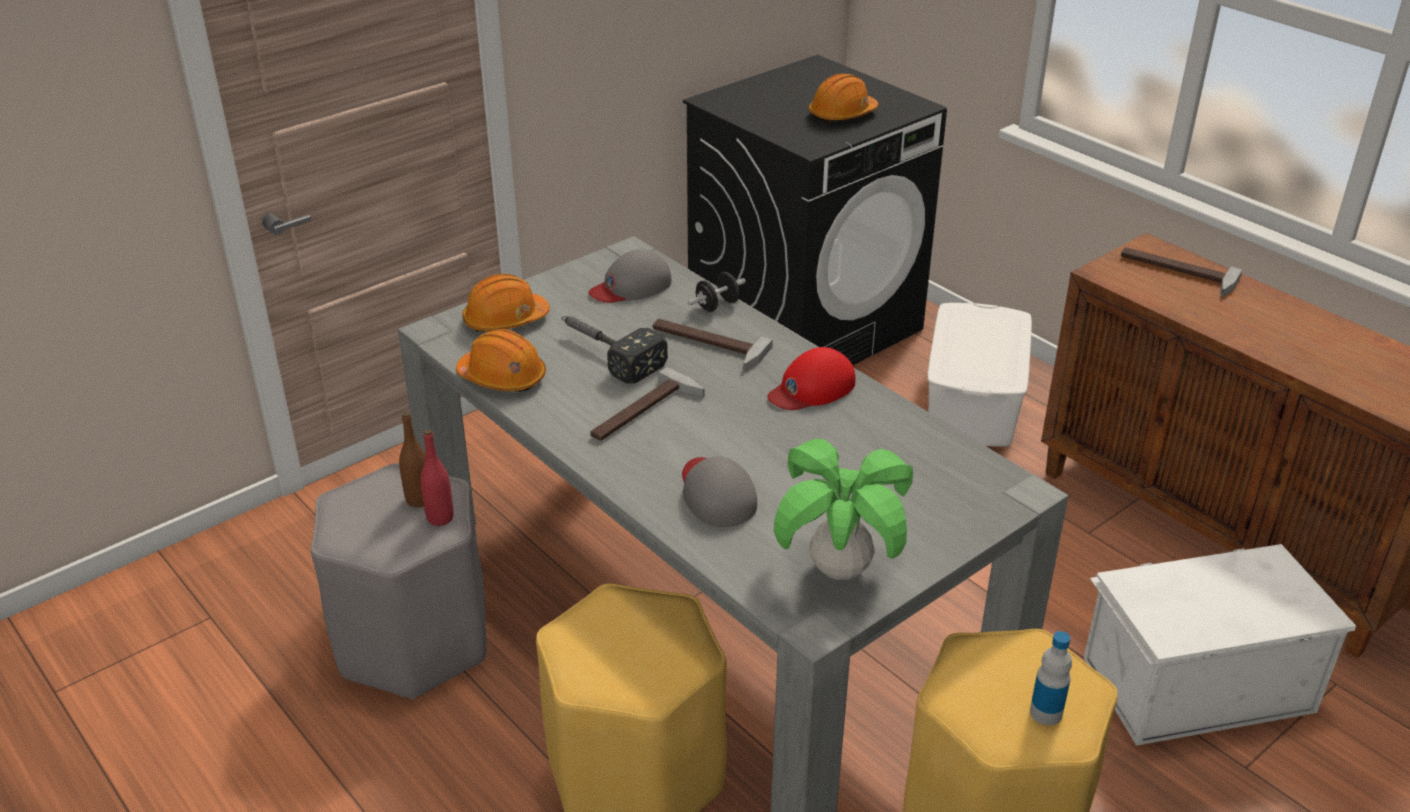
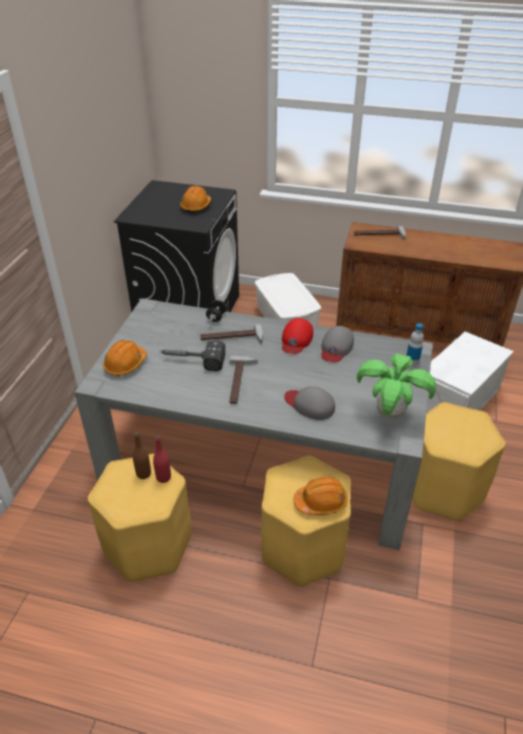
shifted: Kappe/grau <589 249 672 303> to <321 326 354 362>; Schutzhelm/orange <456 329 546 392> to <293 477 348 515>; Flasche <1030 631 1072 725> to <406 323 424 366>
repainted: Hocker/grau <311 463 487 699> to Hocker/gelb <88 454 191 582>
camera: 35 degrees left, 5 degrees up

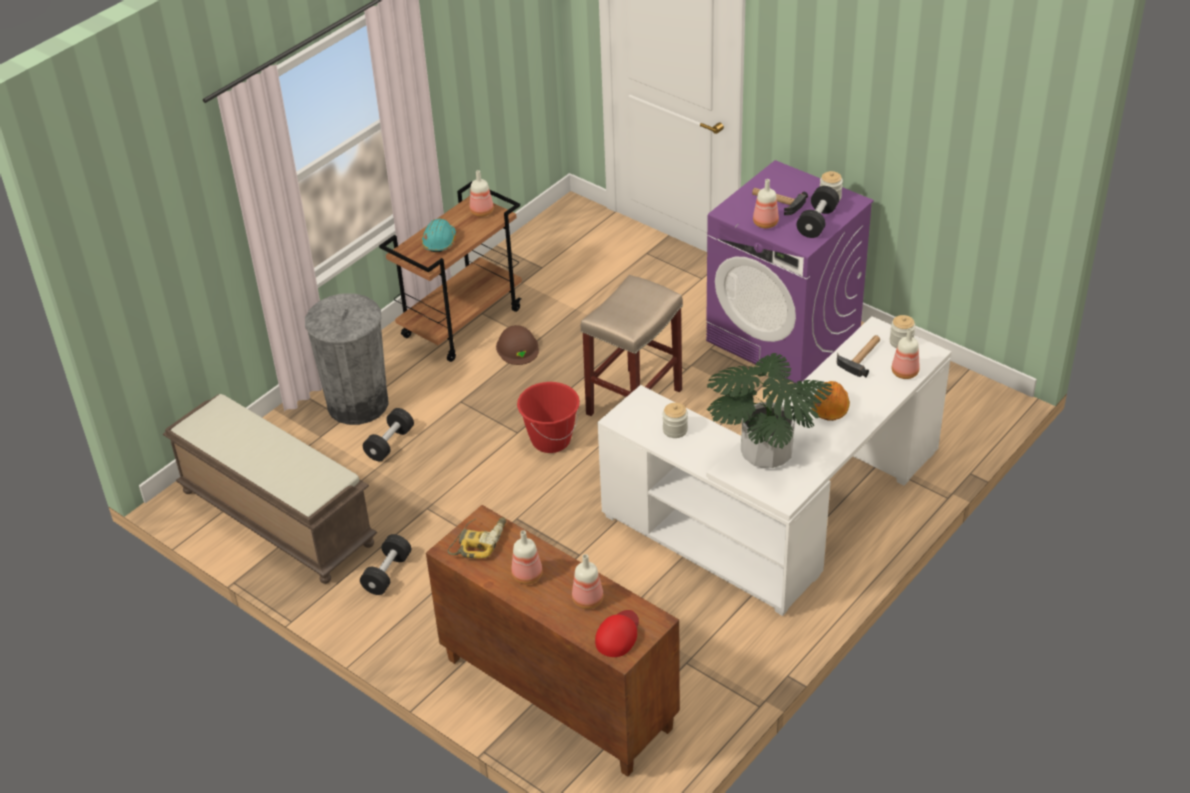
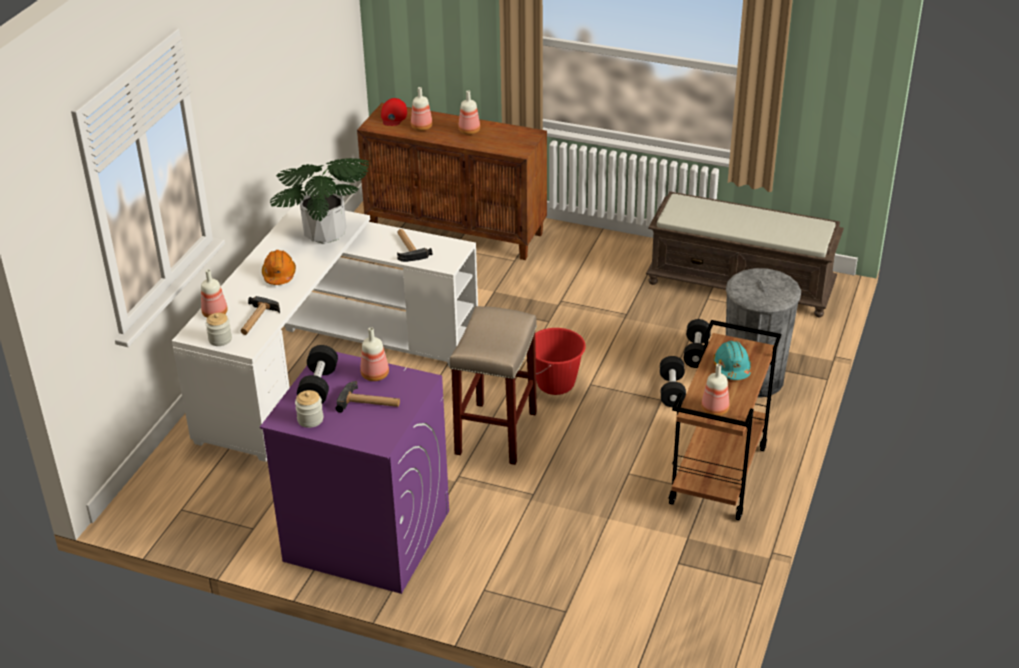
gone: Schutzhelm/braun <496 325 539 365>; Bohrmaschine <448 517 506 558>
shifted: Hantel/schwarz <360 534 411 595> to <660 356 686 407>
swapped: Vorratsglas <662 403 688 438> to Hammer <397 229 433 262>
camera: 160 degrees right, 5 degrees down

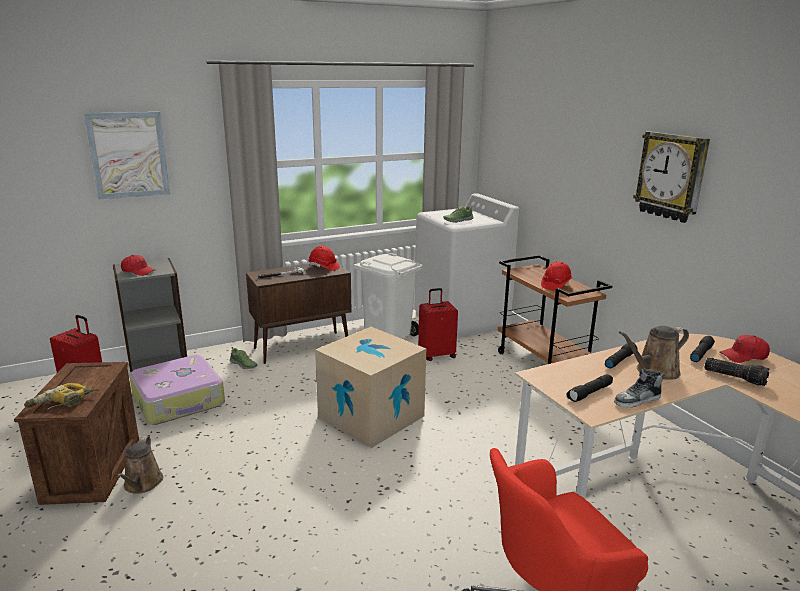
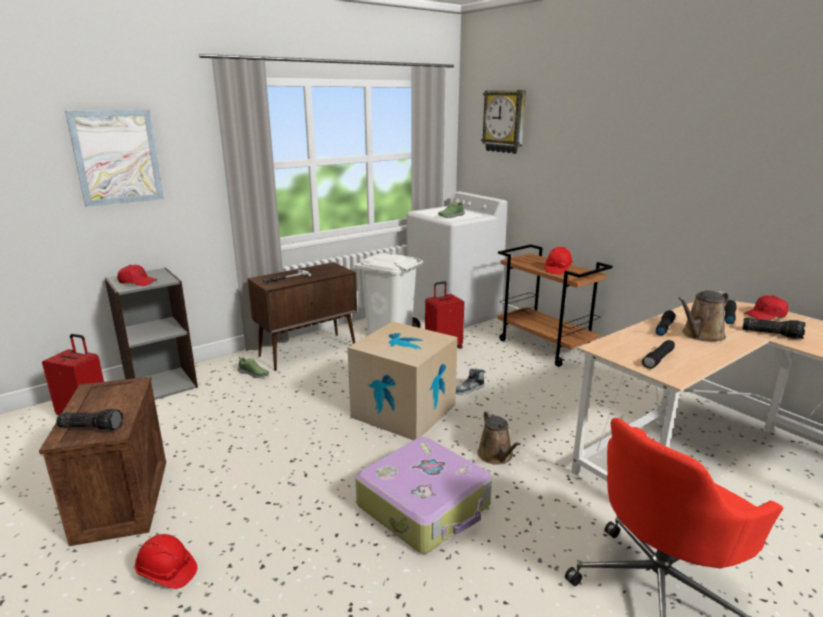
shifted: Wanduhr <633 131 710 223> to <481 90 526 154>; Schutzhelm/rot <308 246 340 271> to <135 534 197 589>; Koffer <129 355 225 425> to <355 437 492 553>; Schuh <614 369 665 408> to <456 369 485 395>; Gießkanne/braun <116 436 163 494> to <477 411 521 465>
swapped: Bohrmaschine <24 383 99 409> to Taschenlampe <56 409 124 431>
camera: 10 degrees left, 0 degrees up

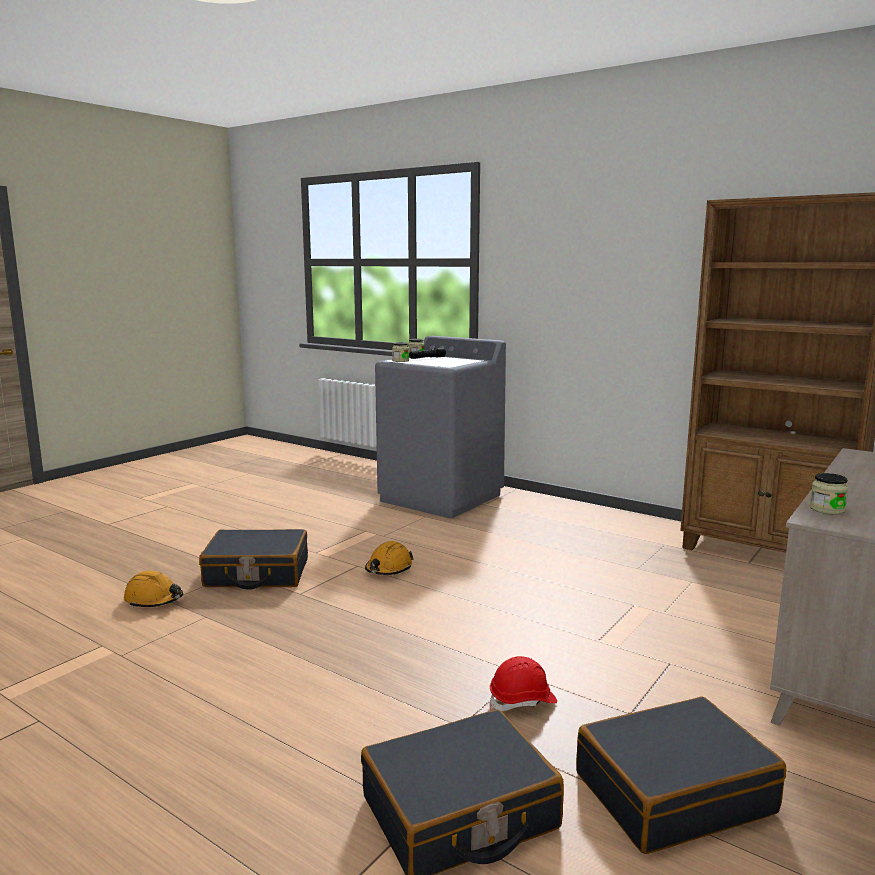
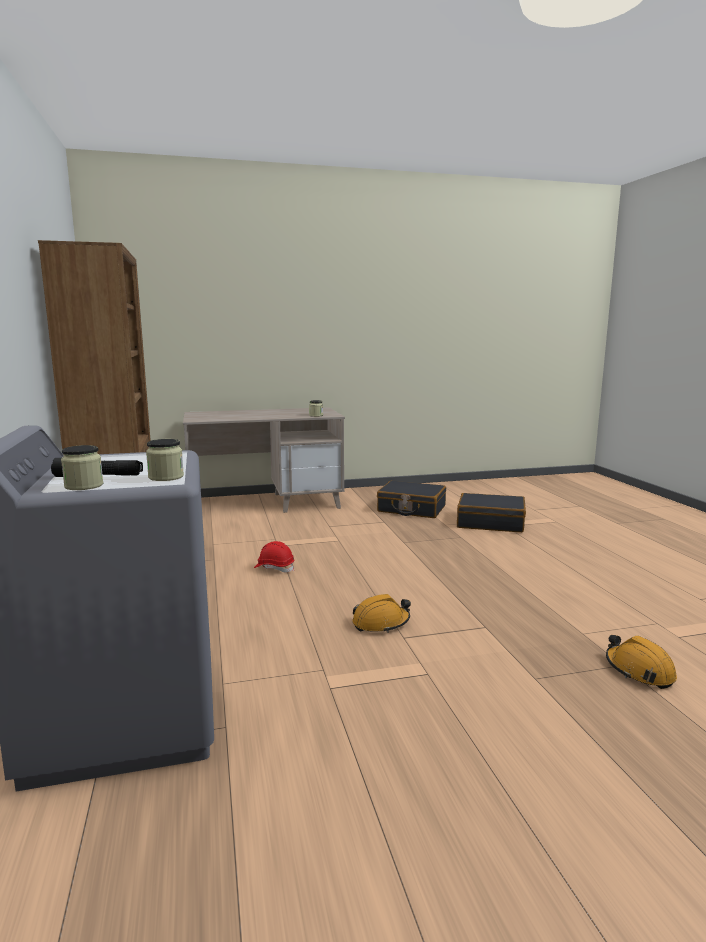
gone: Koffer/schwarz <199 529 308 590>
shifted: Schutzhelm/rot <490 656 557 711> to <254 541 295 573>
camera: 140 degrees left, 0 degrees up

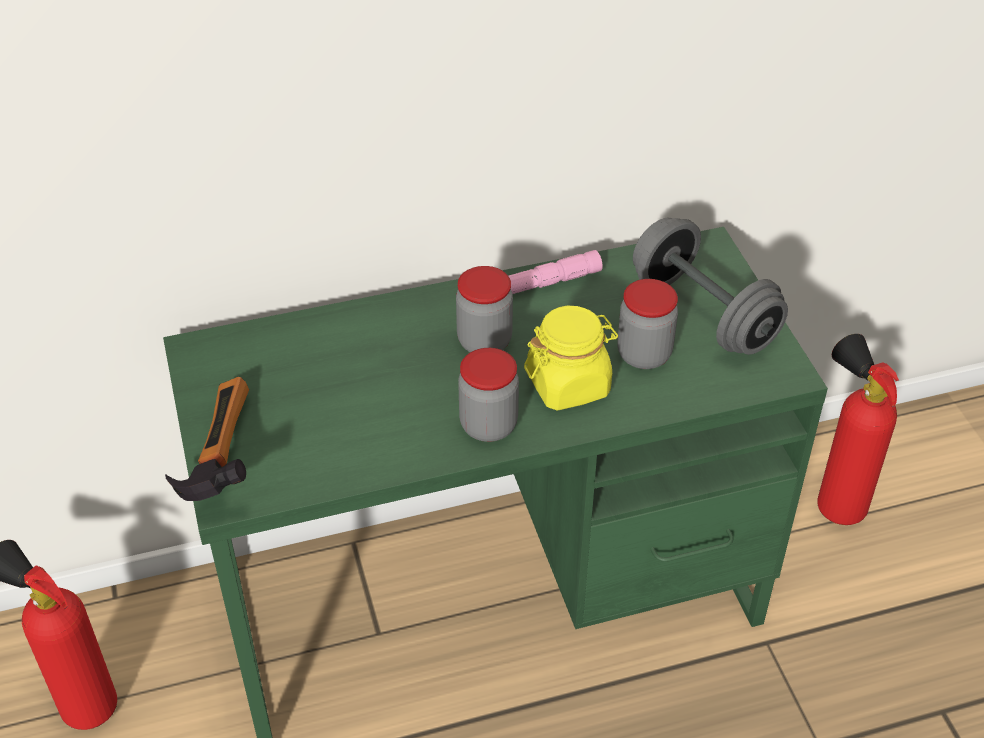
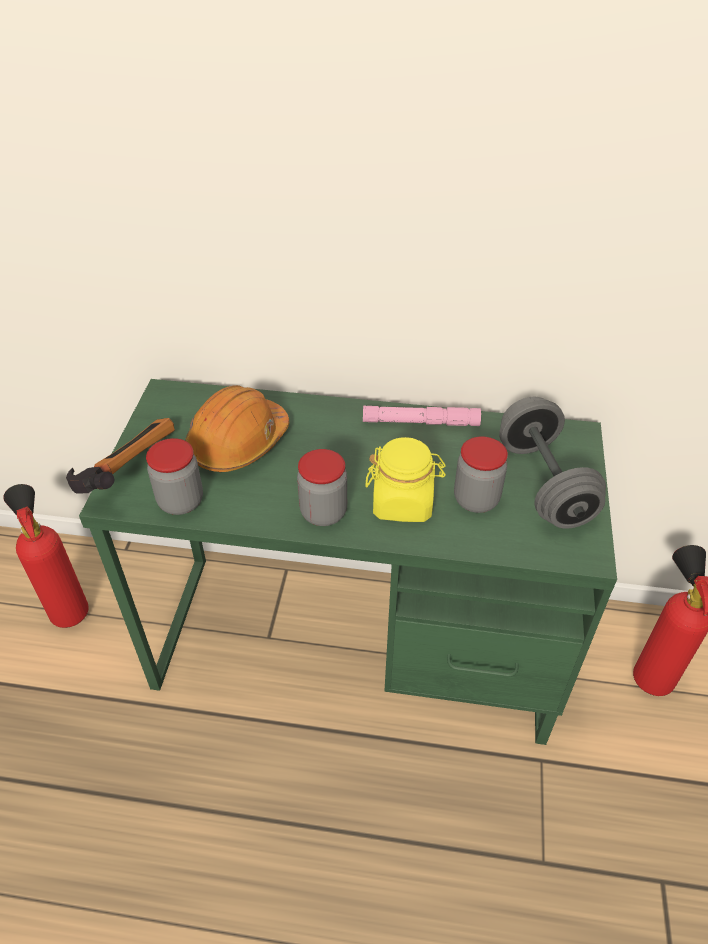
new: Schutzhelm/orange <185 385 289 473>
shifted: Vorratsglas <456 266 513 352> to <146 438 203 515>
camera: 25 degrees right, 0 degrees up

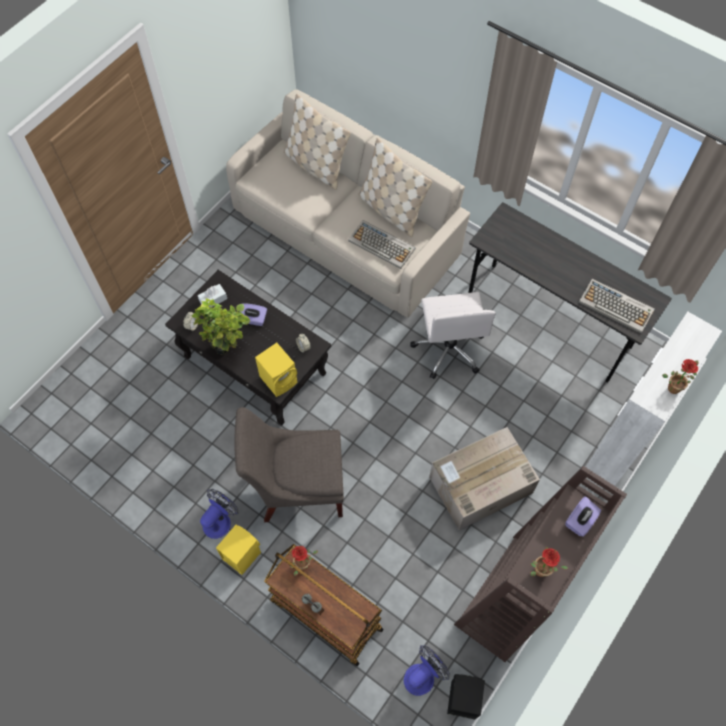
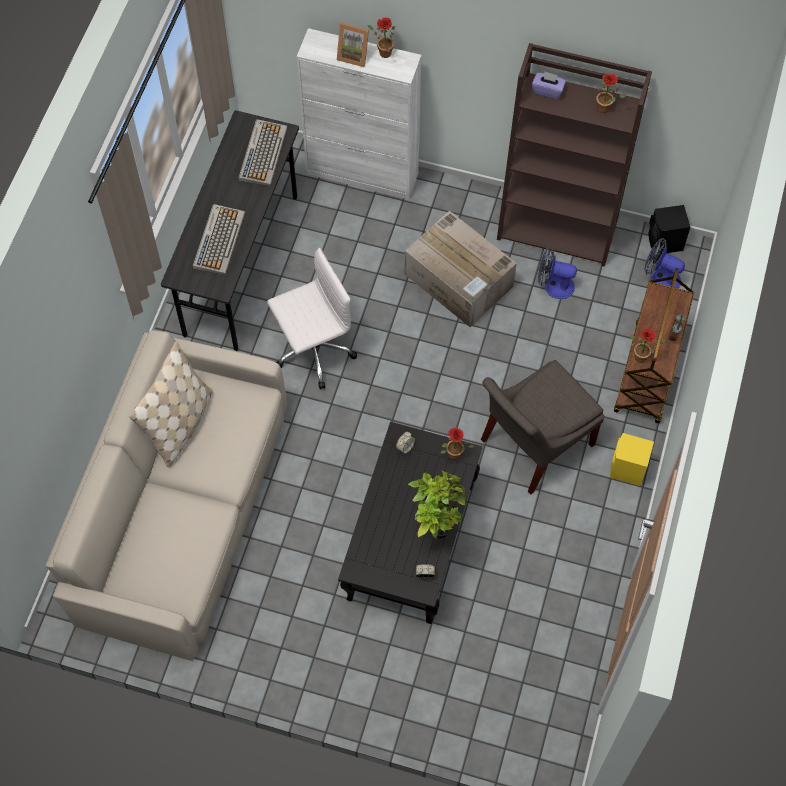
gone: Kissen/beige <284 94 351 190>; Taschentuchbox/weiß <198 284 227 307>; Taschentuchbox/lila <241 303 267 326>
new: Bilderrahmen <337 23 369 67>
shifted: Tastatur <348 220 415 269> to <193 204 245 275>; Ventilator <200 489 238 539> to <538 247 577 299>
swapped: Lautsprecher/gelb <255 343 297 397> to Topfpflanze <441 428 474 460>
rotated: Stuhl/grau <235 407 344 522> = <481 360 604 494> 75 degrees clockwise
camera: 110 degrees left, 0 degrees up

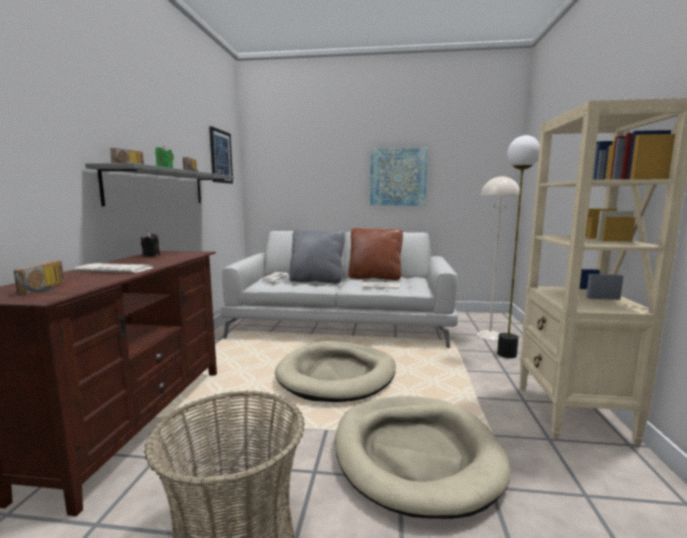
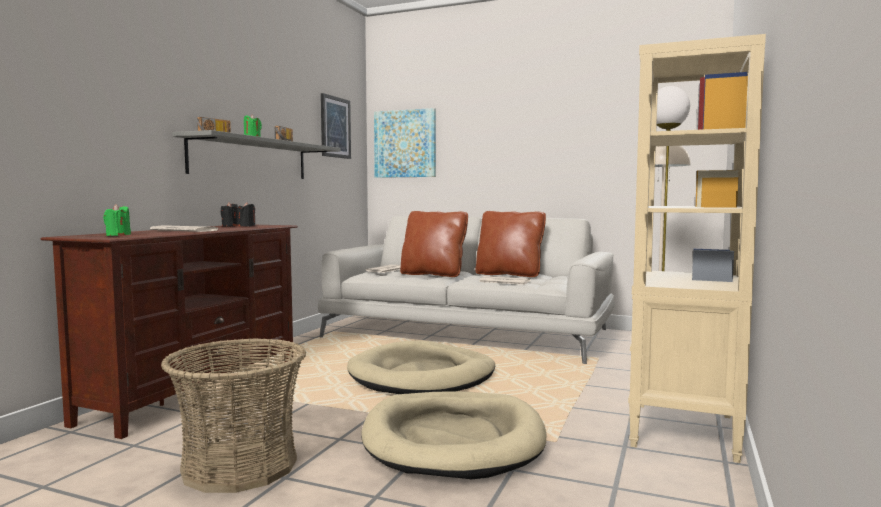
new: Kerze/schwarz <237 202 255 226>
shifted: Bild <370 148 428 205> to <374 108 436 178>
swapped: Radio <14 261 64 295> to Kerze/grün <103 204 131 236>
repainted: Kissen/grau <289 229 345 284> to Kissen/braun <400 211 468 277>
camera: 15 degrees right, 5 degrees down

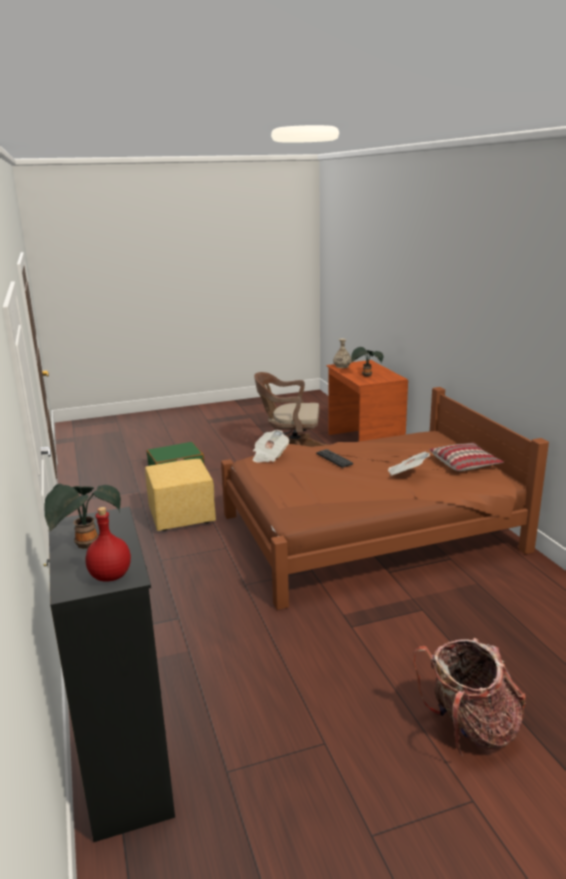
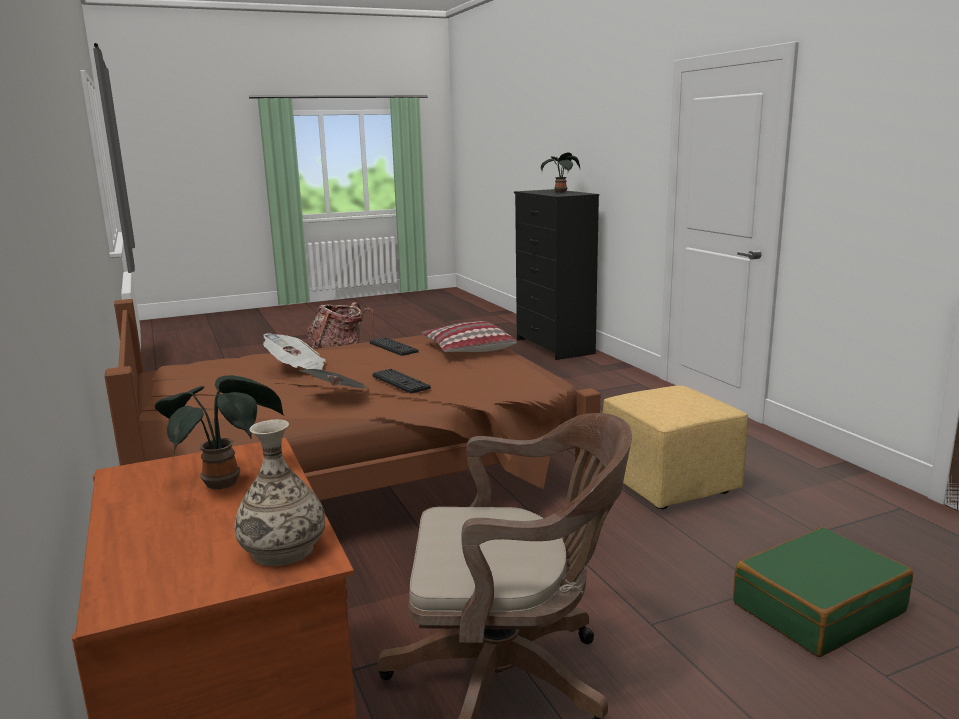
gone: Flasche/rot <86 507 131 581>
new: Tastatur <370 337 419 356>
shifted: Zeitung <253 430 289 463> to <299 369 367 388>; Kissen <429 443 504 471> to <420 321 517 352>
camera: 175 degrees right, 5 degrees down

